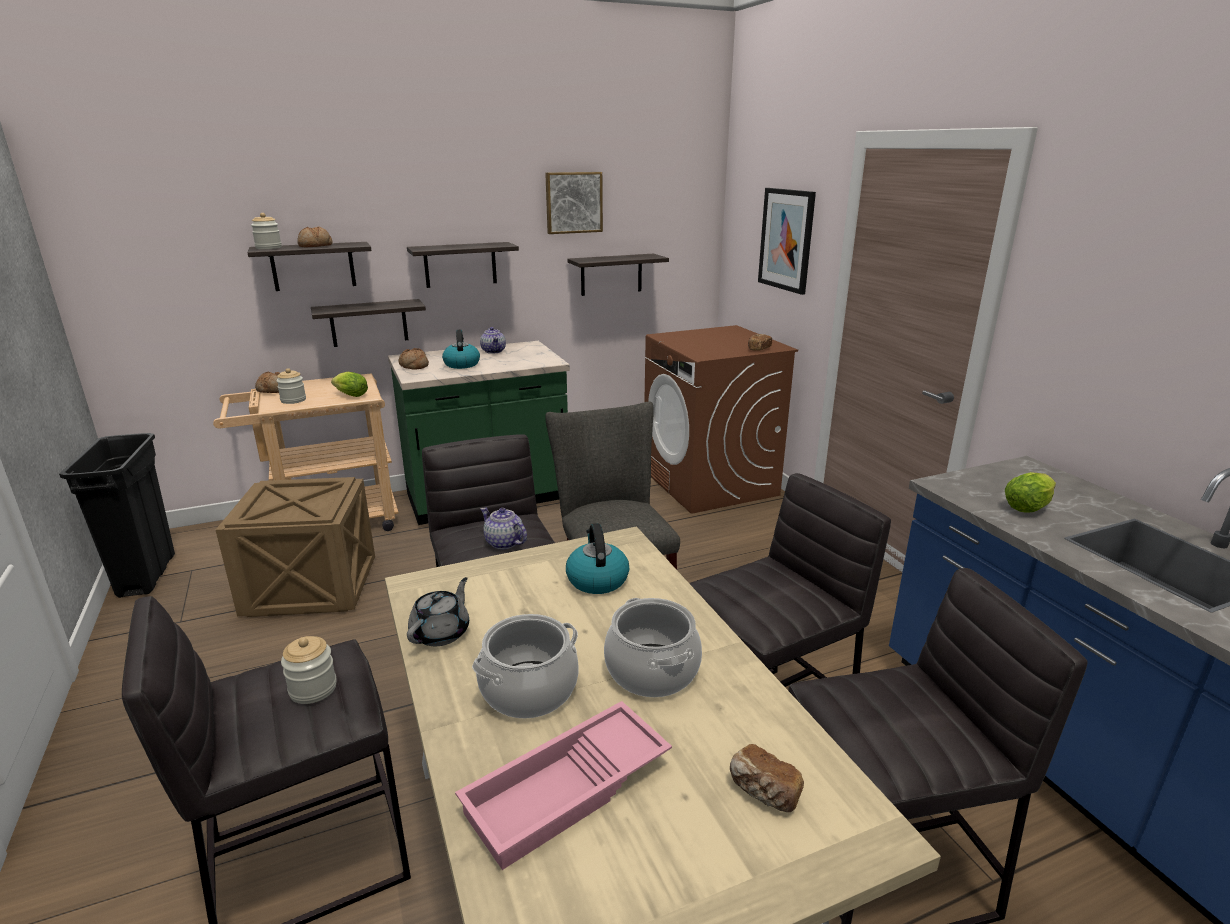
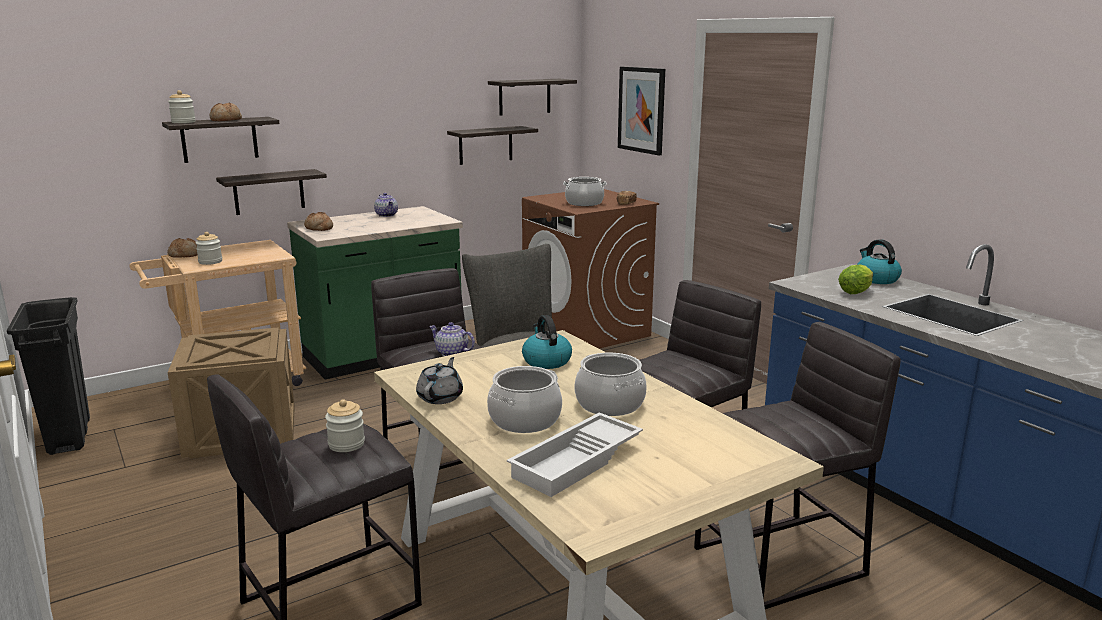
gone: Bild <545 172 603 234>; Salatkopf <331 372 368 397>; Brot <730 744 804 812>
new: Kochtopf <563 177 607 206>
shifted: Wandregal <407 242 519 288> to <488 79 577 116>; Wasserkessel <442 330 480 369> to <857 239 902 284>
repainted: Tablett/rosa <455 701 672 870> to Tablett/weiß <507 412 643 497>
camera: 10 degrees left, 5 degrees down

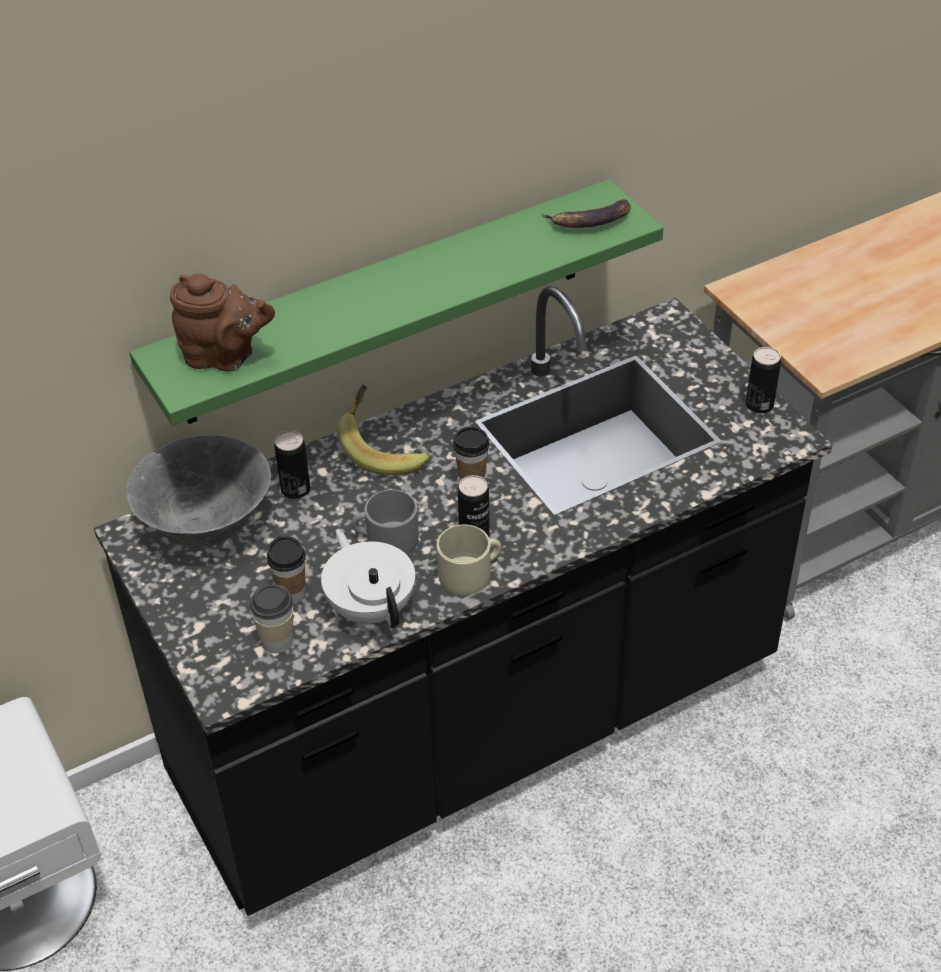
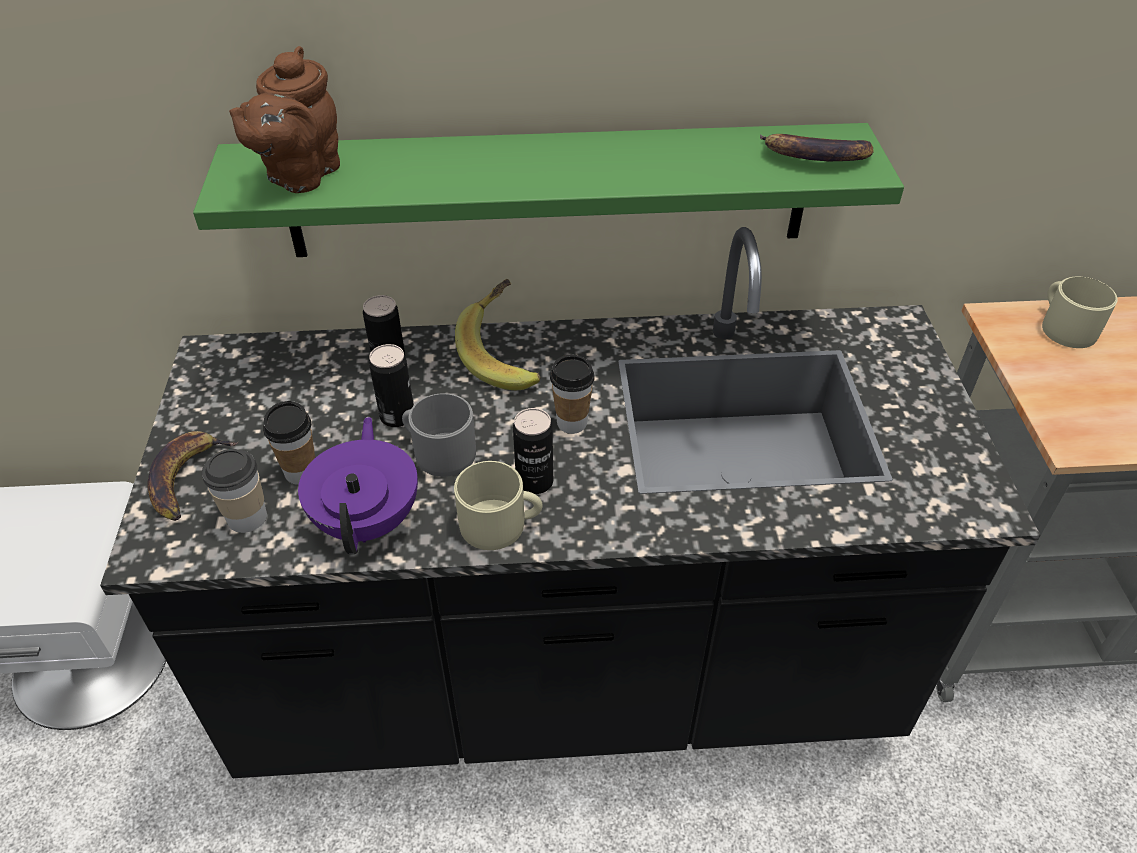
gone: Schüssel/grau <126 435 271 547>
new: Henkelbecher/beige <1042 277 1118 348>; Banane <148 431 239 521>
shifted: Dose <746 347 781 413> to <369 344 414 427>
repainted: Teekanne/weiß <321 529 415 628> to Teekanne/lila <298 417 418 554>
rotated: Teekanne/braun <170 273 275 371> = <229 46 340 193> 75 degrees clockwise
camera: 25 degrees right, 0 degrees up

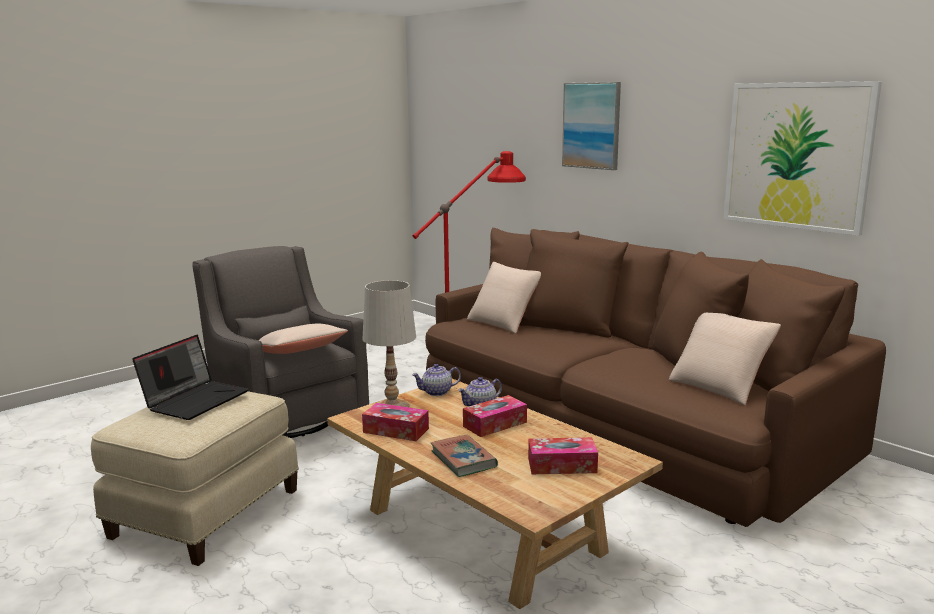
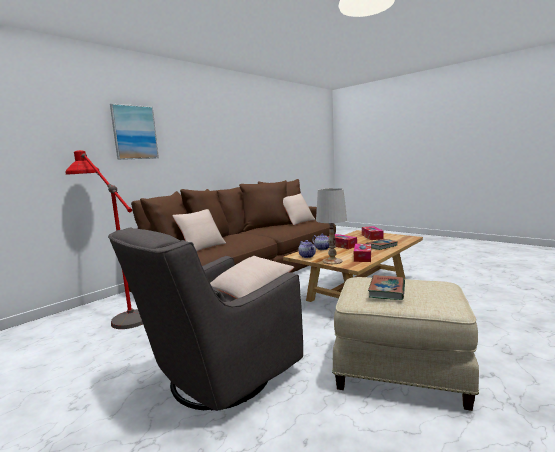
gone: Bild <723 81 882 236>
swapped: Laptop <132 335 249 420> to Buch <368 275 405 300>
camera: 95 degrees left, 5 degrees down

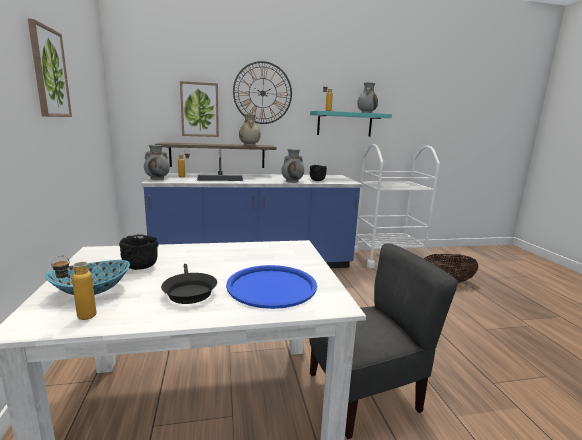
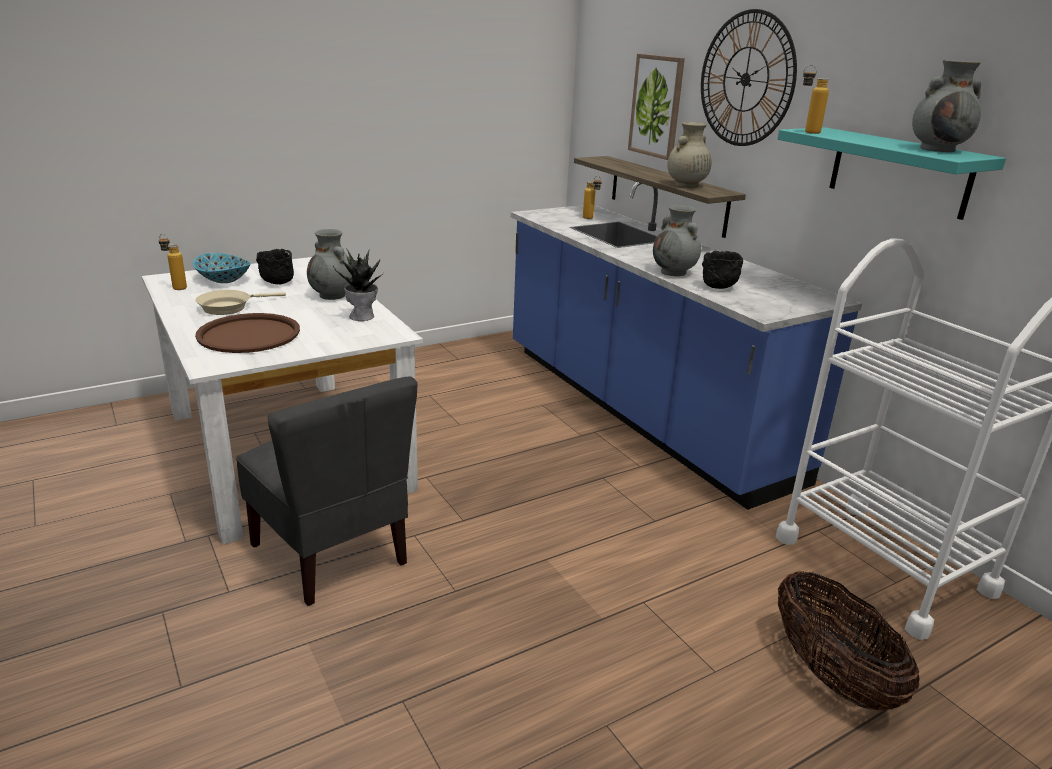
gone: Bild <28 19 72 117>
new: Topfpflanze <333 248 383 321>
shifted: Vase/grau <144 145 170 180> to <307 229 352 300>
repainted: Pfanne/schwarz <161 264 217 304> to Pfanne/beige <195 290 286 315>; Tablett/blau <226 265 317 309> to Tablett/braun <195 313 300 353>
camera: 70 degrees right, 10 degrees up

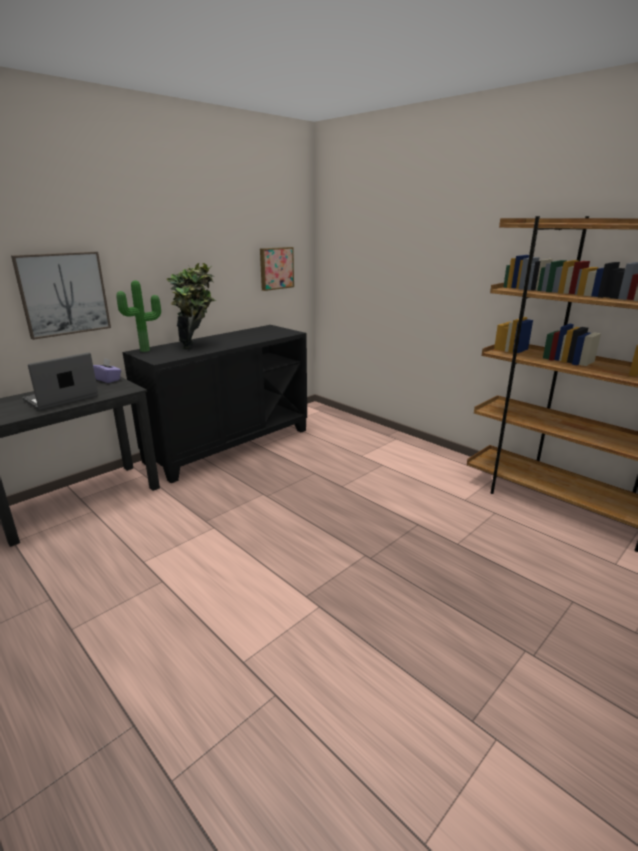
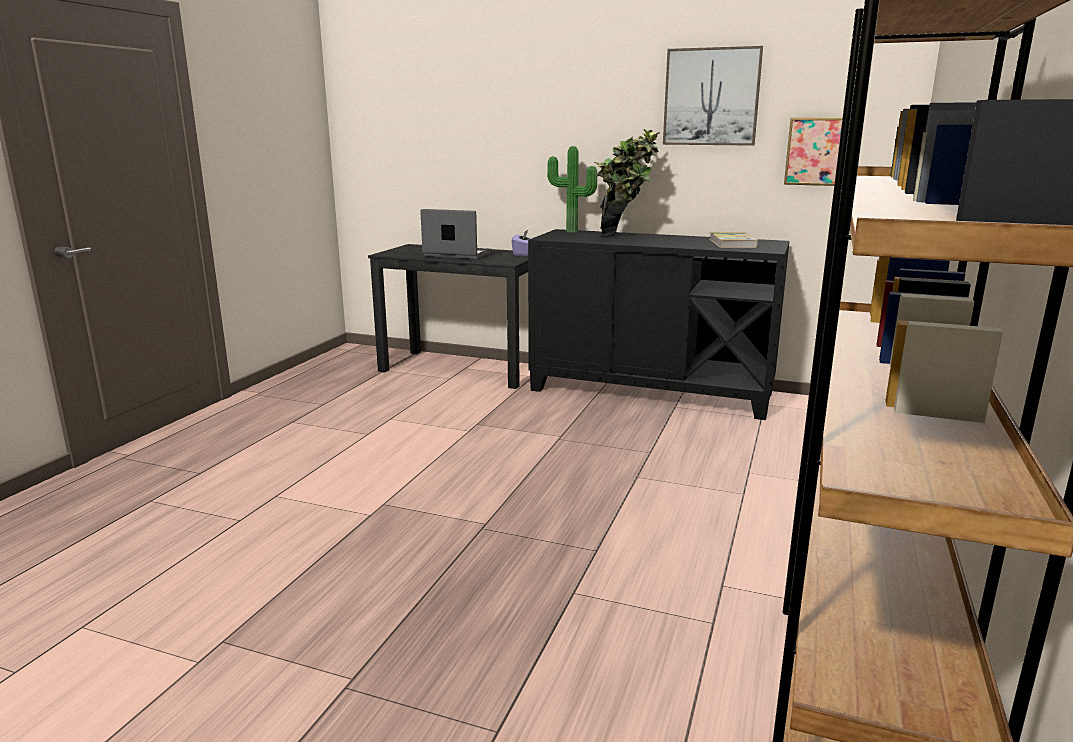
new: Buch <710 232 758 248>
shifted: Bild <11 252 111 340> to <663 46 763 146>
camera: 65 degrees right, 5 degrees down

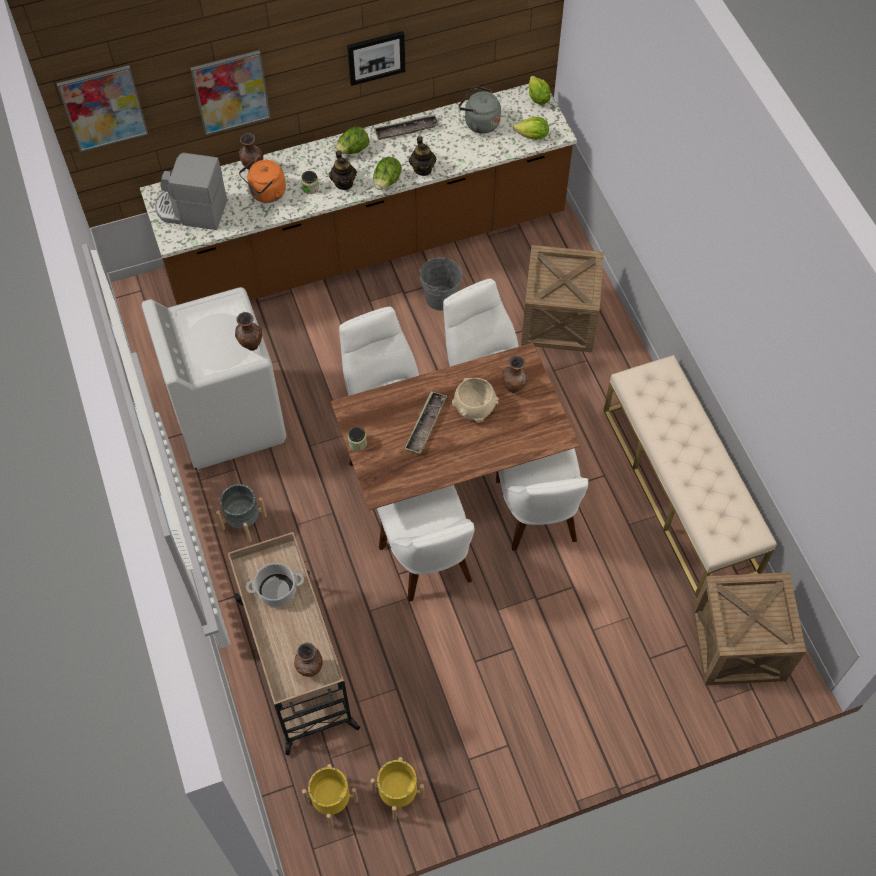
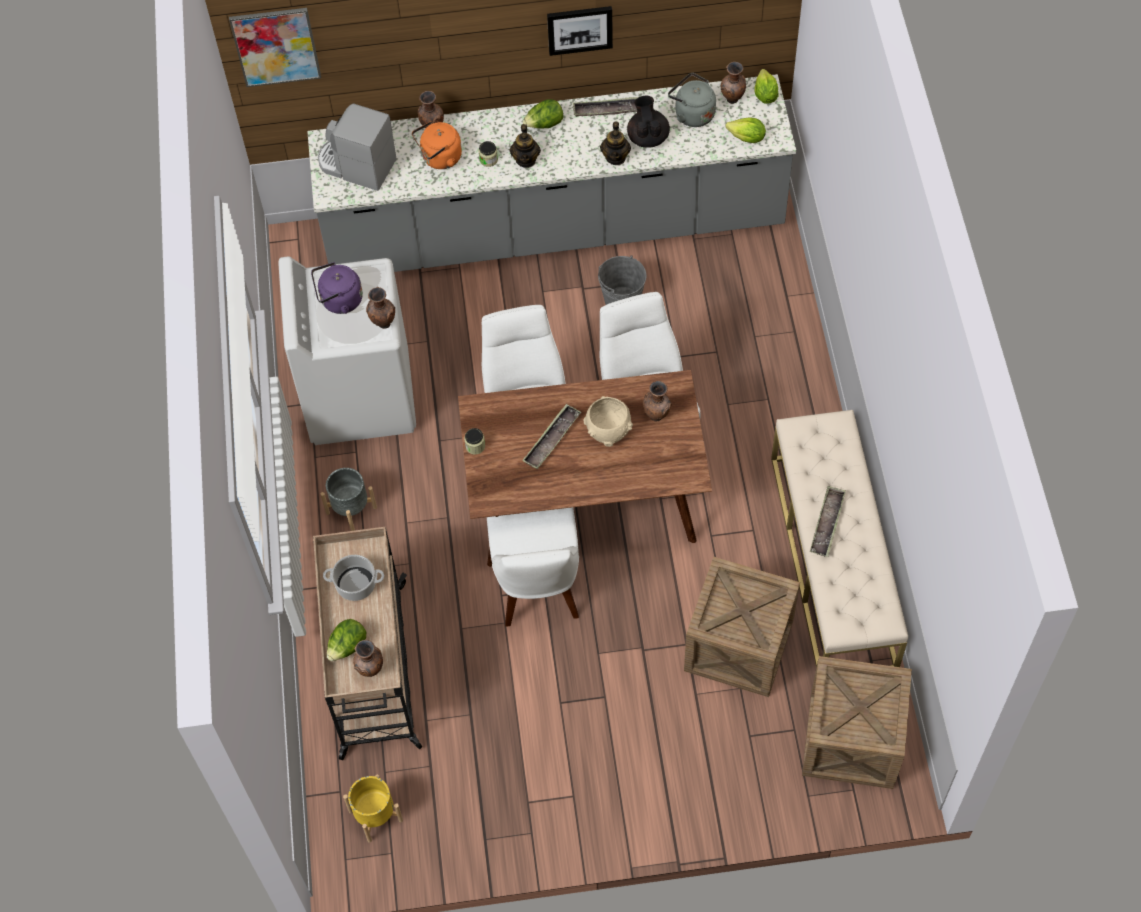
gone: Bild <190 50 271 135>; Stuhl/weiß <496 448 588 551>; Pflanzkübel/gelb <371 757 424 821>
new: Vase/braun <721 62 746 104>; Teekanne/schwarz <627 96 670 148>; Wasserkessel/lila <311 262 363 314>; Tablett <810 486 846 557>
shifted: Salatkopf <373 157 402 190> to <327 619 366 661>; Kiste <521 245 604 352> to <684 556 800 697>
repainted: Küchenzeile/braun <140 84 577 305> to Küchenzeile/grau <307 74 796 272>
camera: 15 degrees right, 0 degrees up

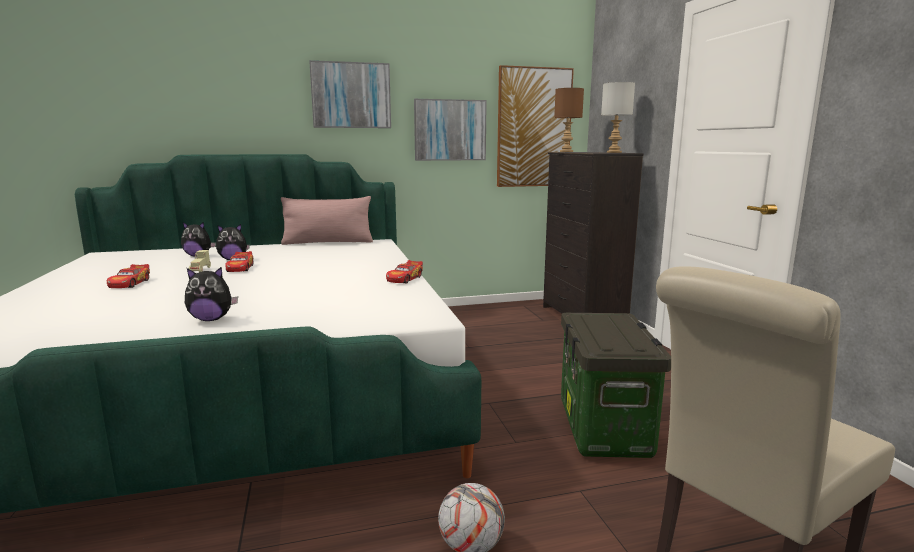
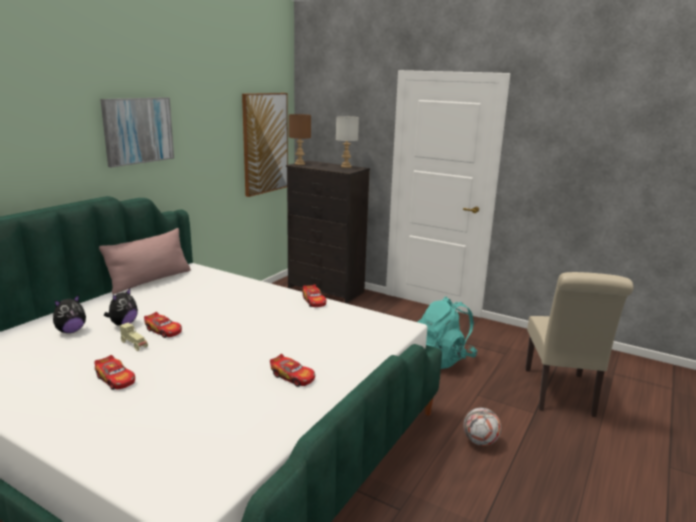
gone: Bild <414 99 487 161>
swapped: Plüschtier <185 267 238 321> to Spielzeugauto <270 354 315 387>; Aufbewahrungsbox <561 313 671 458> to Rucksack/türkis <417 296 477 369>
camera: 45 degrees left, 5 degrees up

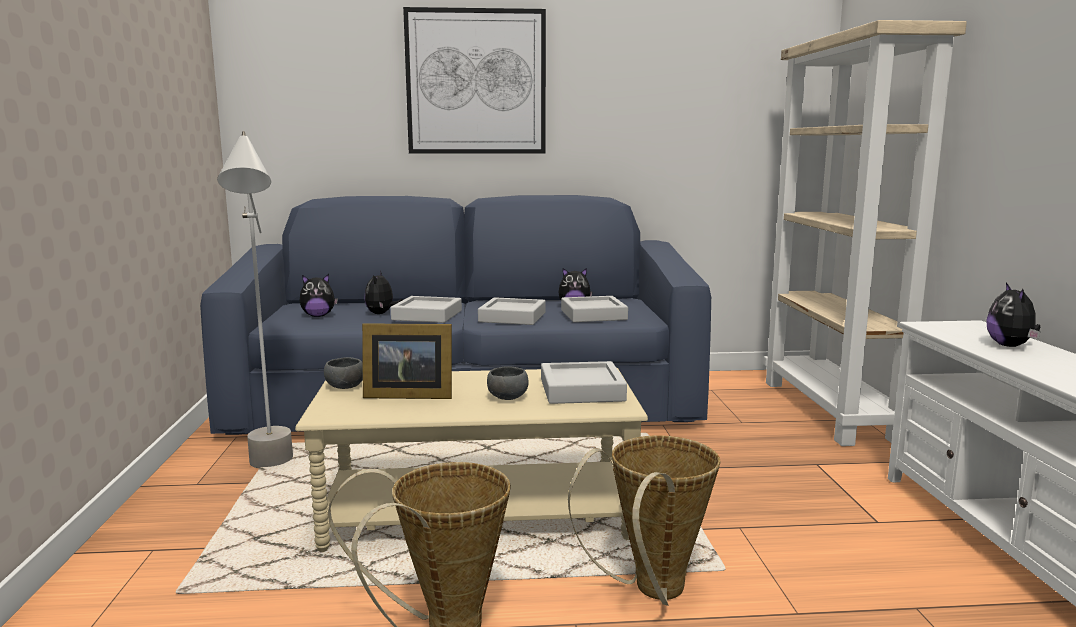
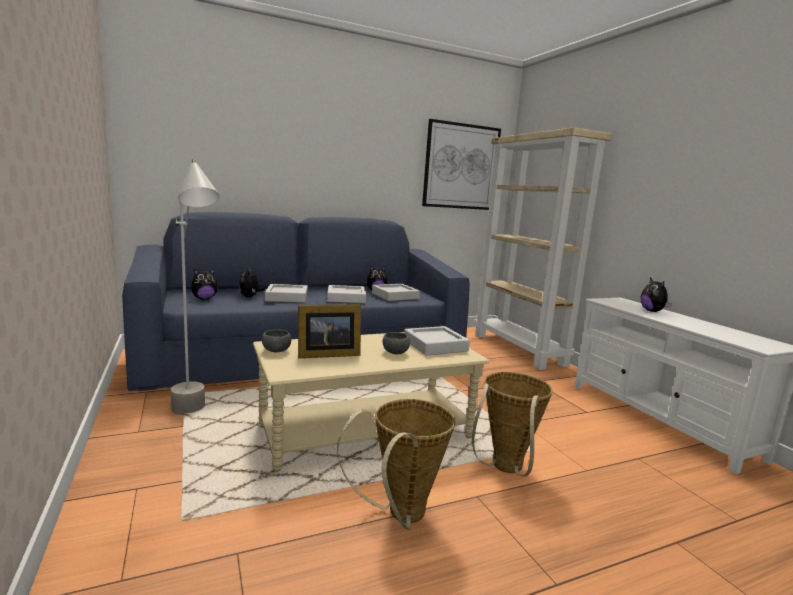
shifted: Bild <403 7 546 154> to <422 119 501 210>
camera: 20 degrees left, 0 degrees up

